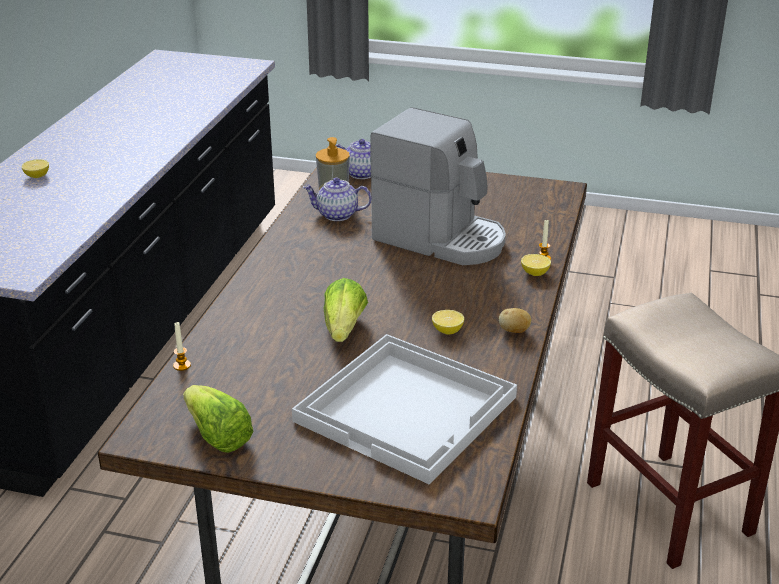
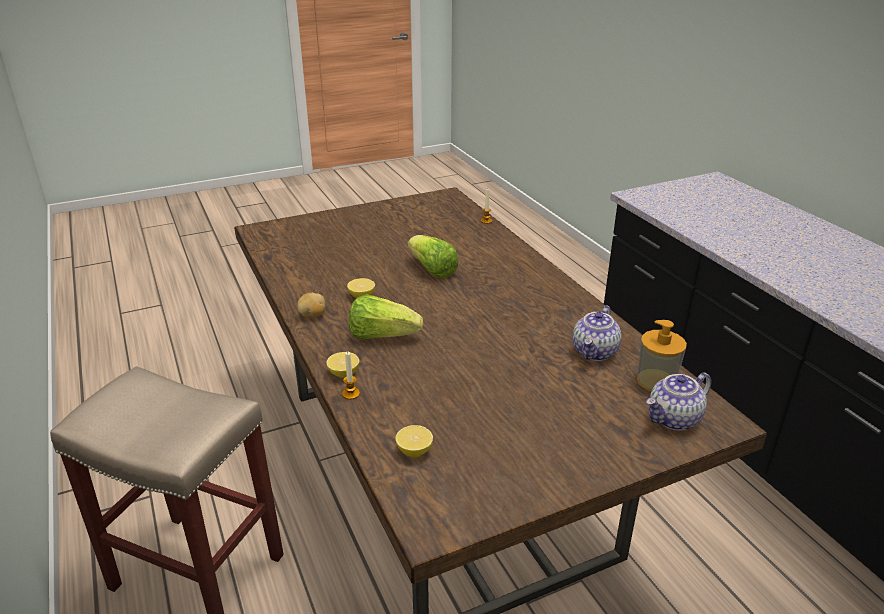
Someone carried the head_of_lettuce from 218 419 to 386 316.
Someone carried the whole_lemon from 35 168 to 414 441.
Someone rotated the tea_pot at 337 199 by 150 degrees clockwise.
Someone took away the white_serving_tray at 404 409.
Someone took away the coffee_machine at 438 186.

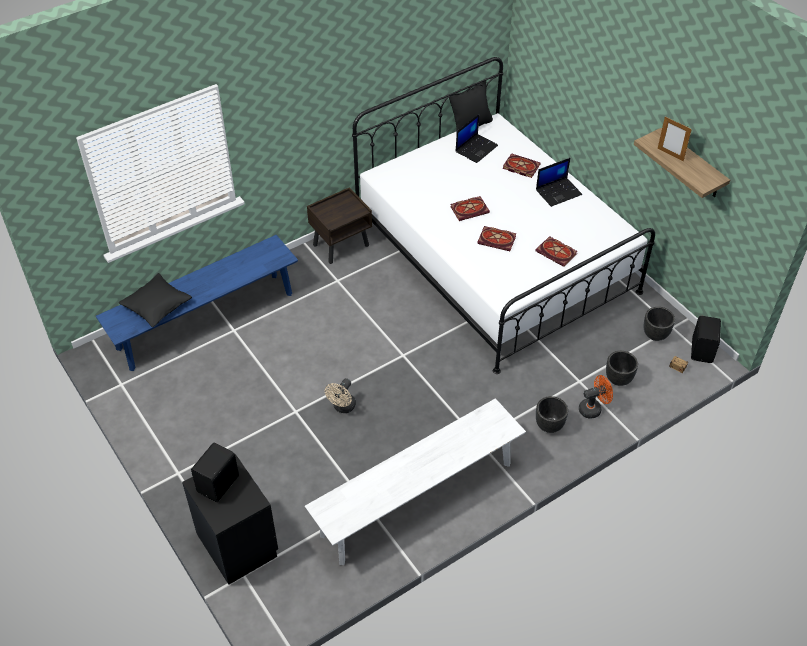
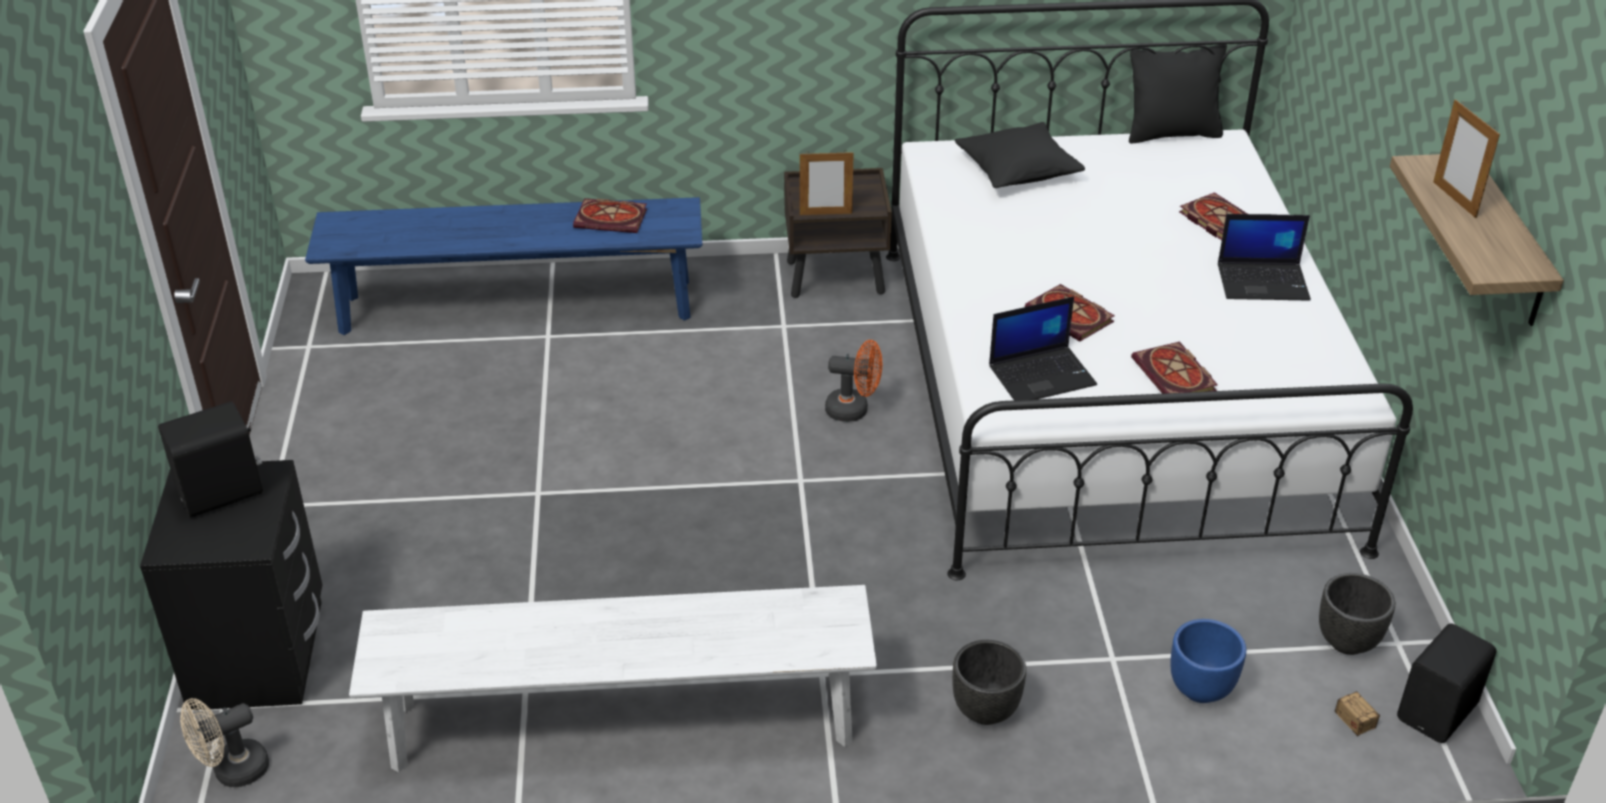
Someone carried the sand-coloured_electric_fan from 340 395 to 224 742.
Someone carried the volume from 470 208 to 610 215.
Someone put down the picture_frame at 827 182.
Someone carried the orangey_electric_fan from 596 397 to 853 381.
Someone carried the black-coloured_pillow from 155 300 to 1020 155.
Someone carried the portable_computer from 477 138 to 1043 348.
Someone repainted the black-coloured_flower_pot at 622 368, which became the blue-coloured_flower_pot at 1208 661.

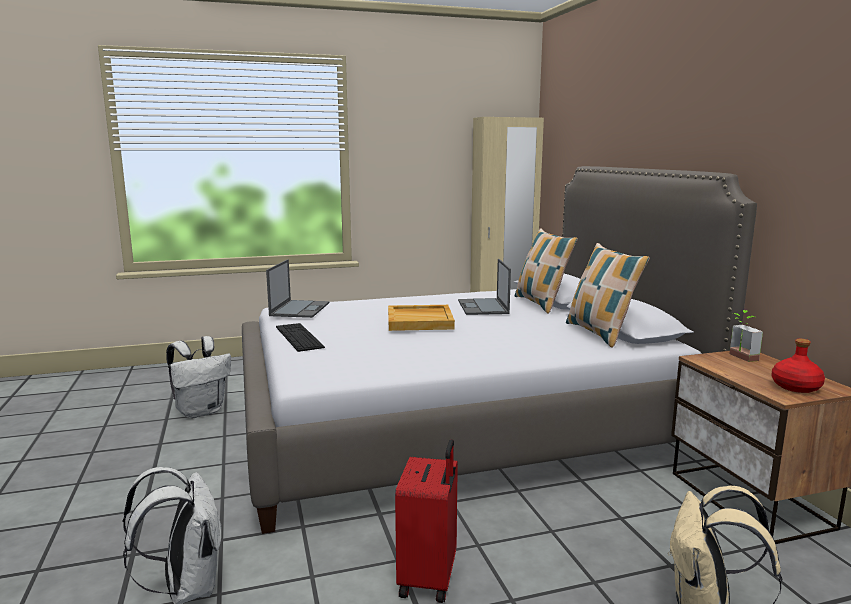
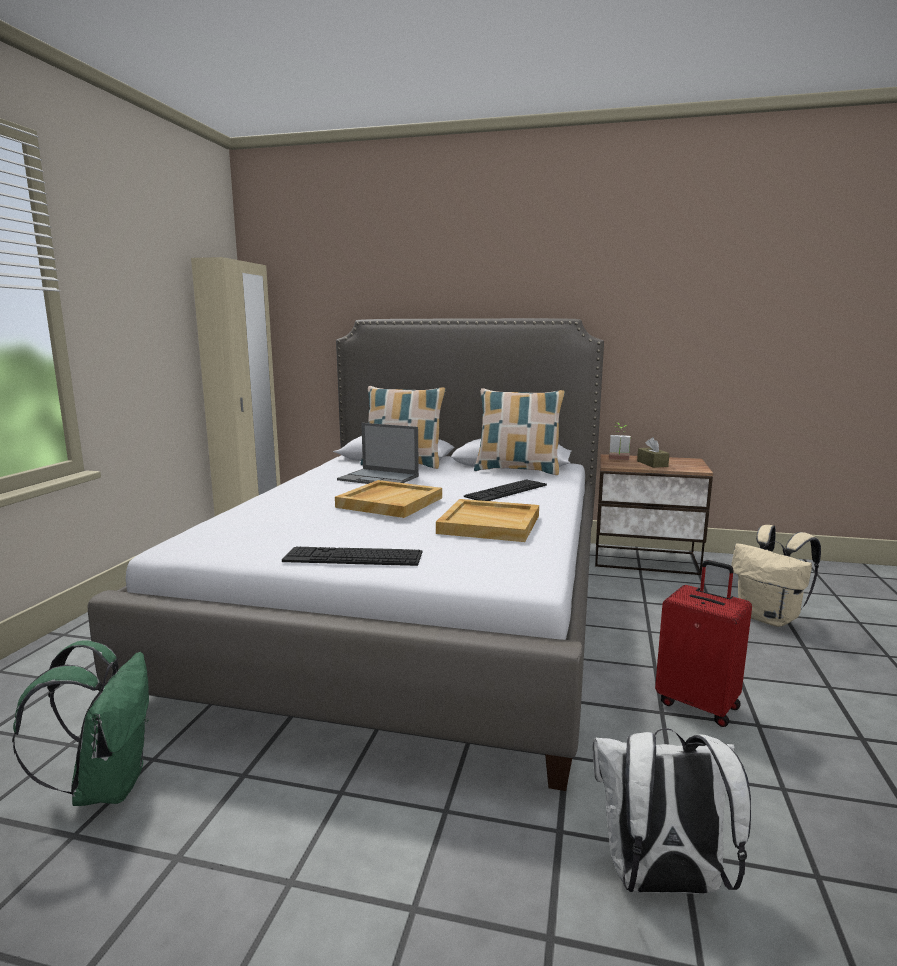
Someone repainted the white_rucksack at 198 377, which became the green_rucksack at 80 723.
Someone put down the sand-coloured_serving_tray at 487 520.
Someone put down the computer_keyboard at 505 490.
Someone put down the brown_tissue_box at 653 452.
Someone took away the portable_computer at 297 288.
Someone took away the reddish_bottle at 798 366.

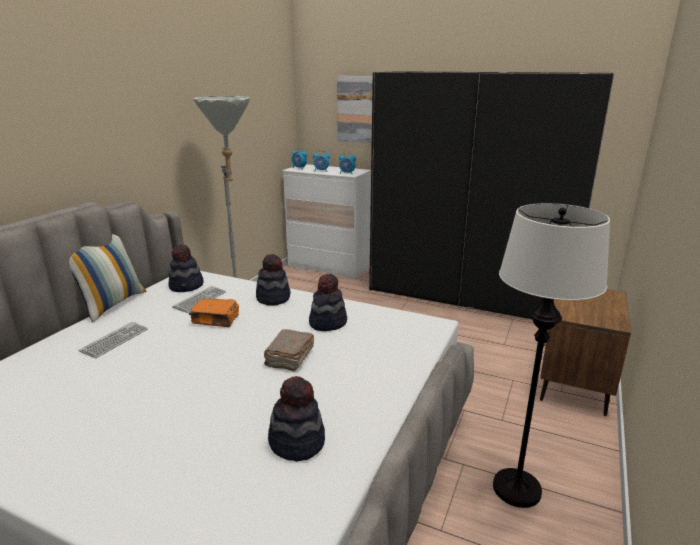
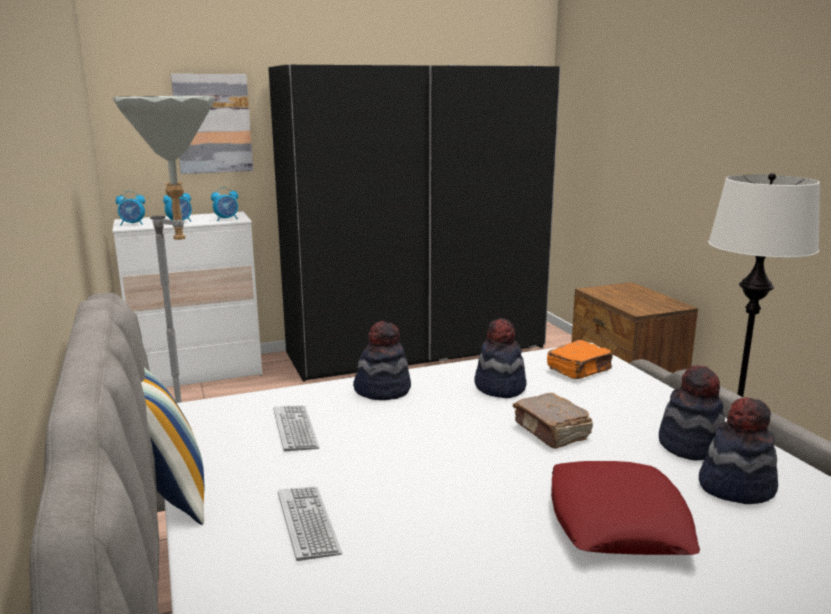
Someone carried the orangey_volume from 214 312 to 580 359.
Someone put down the reddish_pillow at 625 508.
Someone carried the wearable_hat from 186 268 to 692 413.

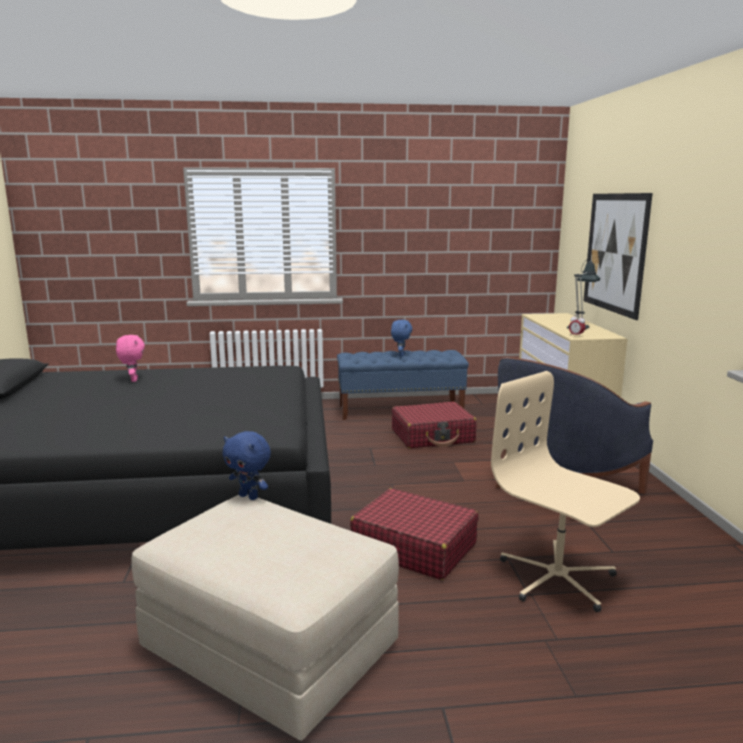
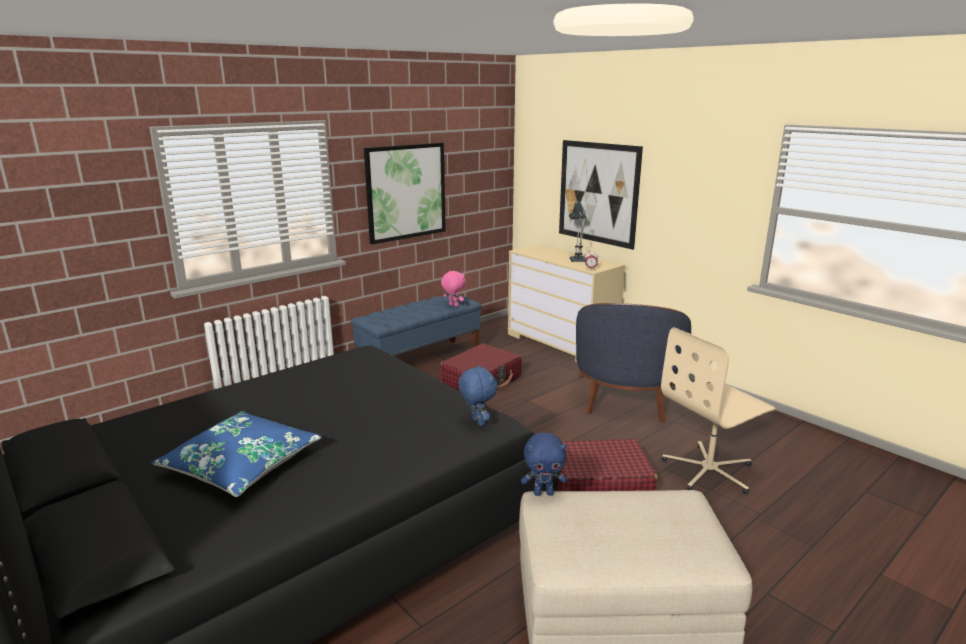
Someone put down the blue-coloured_pillow at 237 454.
Someone put up the wall_art at 405 193.
Someone carried the pinkish_plush_toy from 130 358 to 453 289.
Someone carried the blue-coloured_plush_toy from 402 338 to 477 395.
Someone rotated the sand-coloured_office_chair at 565 491 by 45 degrees counterclockwise.

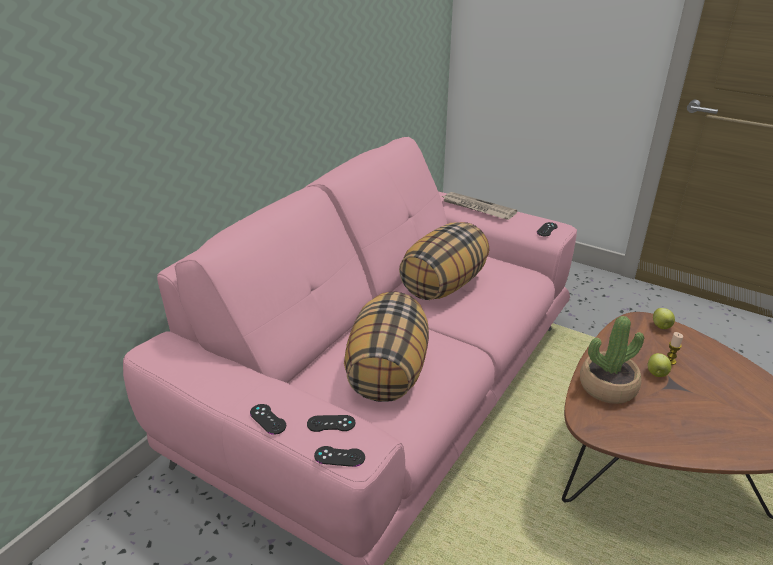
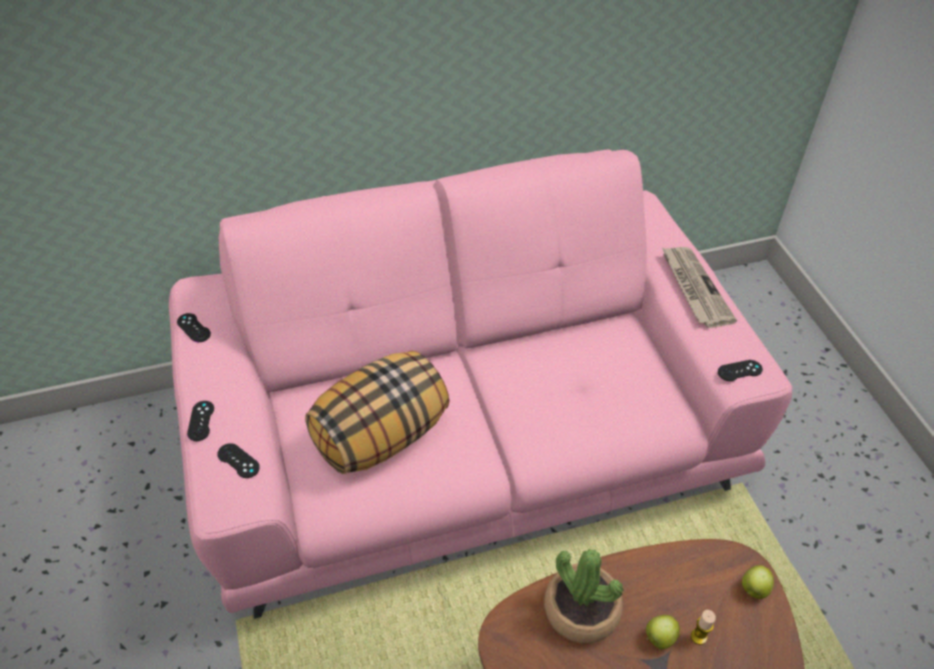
Someone carried the black-coloured_game_controller from 339 456 to 194 327.
Someone took away the pillow at 444 261.

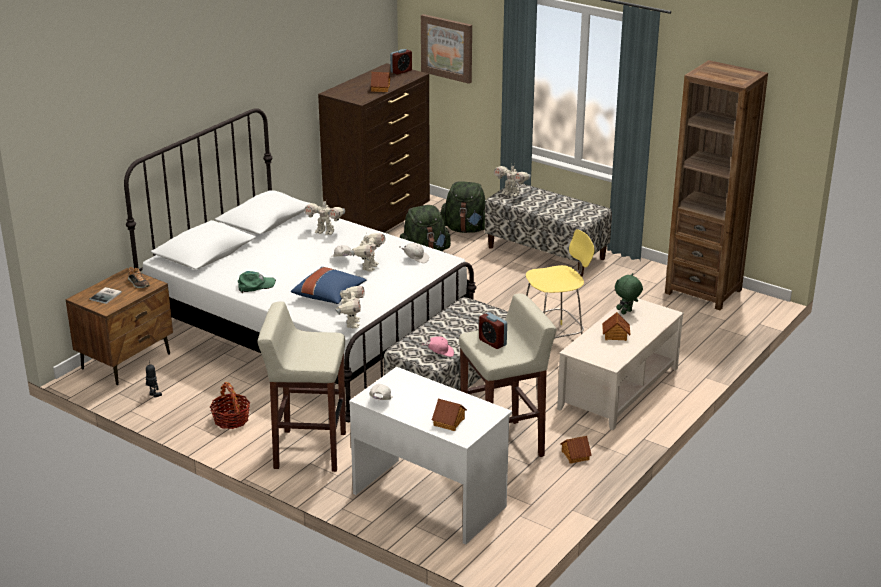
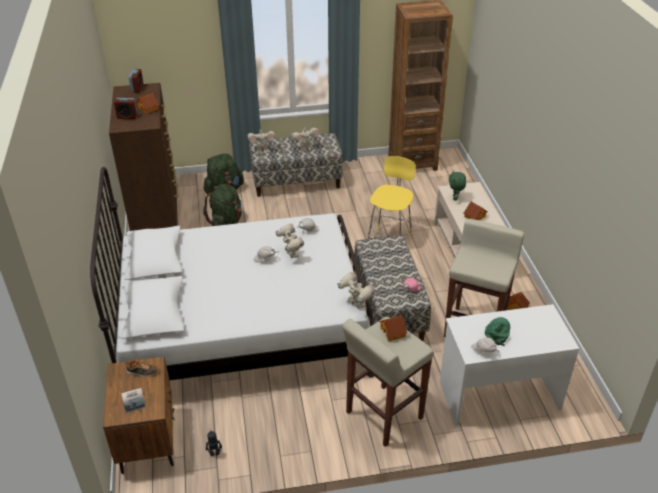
Someone carried the table_clock from 493 330 to 126 108.
Someone carried the robot_figure from 324 216 to 305 138.
Someone carried the model_house from 449 415 to 393 328.
Someone carried the green_cap from 256 282 to 497 331.
Someone took away the basket at 230 405.
Someone took away the blue-coloured_pillow at 328 285.
Someone took away the wall_art at 446 49.

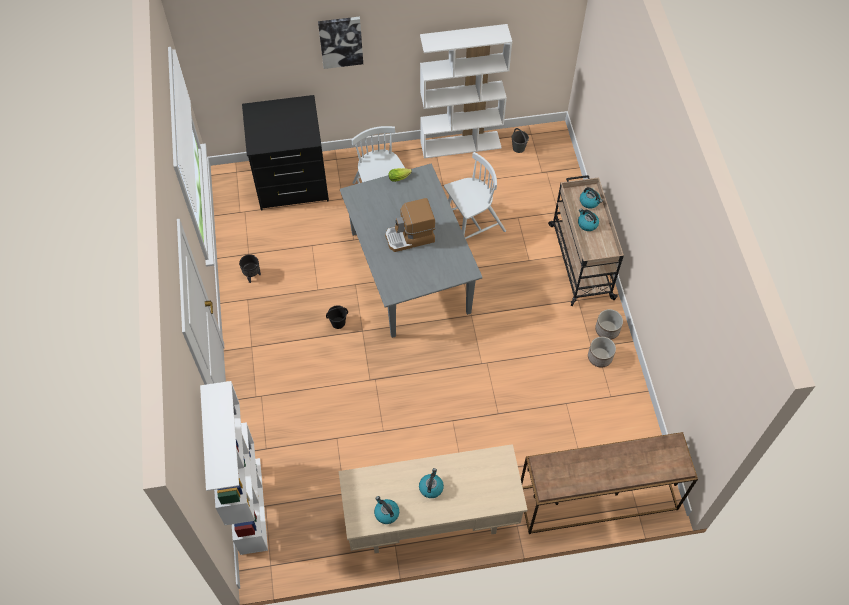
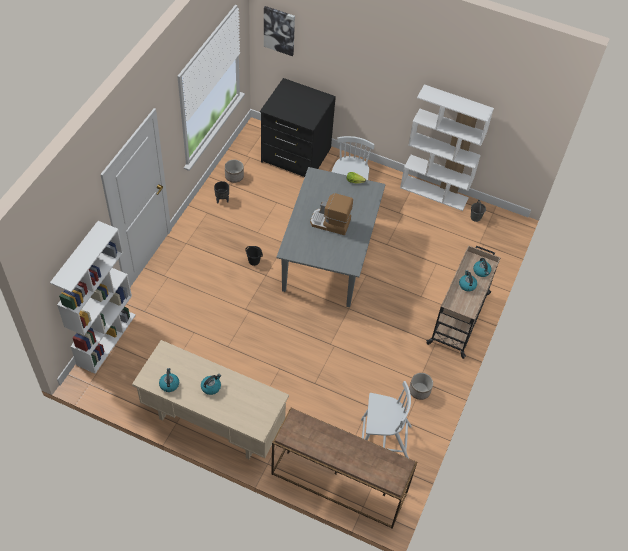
Someone carried the flower_pot from 609 324 to 234 171.
Someone carried the wall_art from 340 43 to 279 31.
Someone carried the white_plain_chair from 475 195 to 386 419.

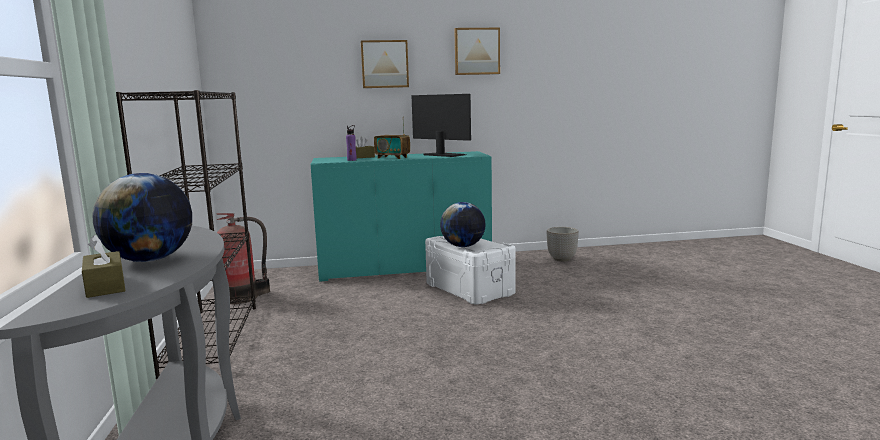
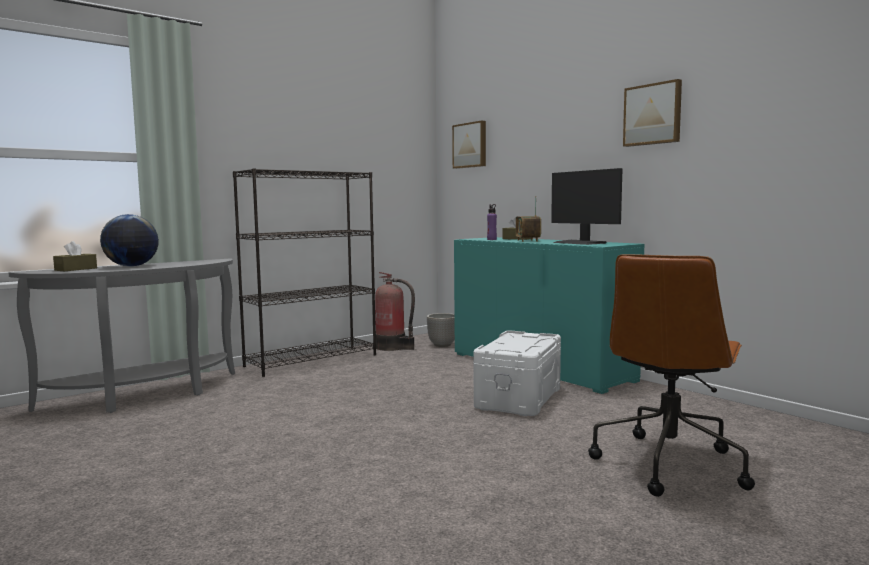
Someone carried the flower_pot from 563 244 to 441 330.
Someone carried the wall_art from 385 64 to 469 145.
Someone rotated the computer_screen at 441 125 by 135 degrees clockwise.
Someone put down the brown_office_chair at 671 375.
Someone took away the globe at 463 224.

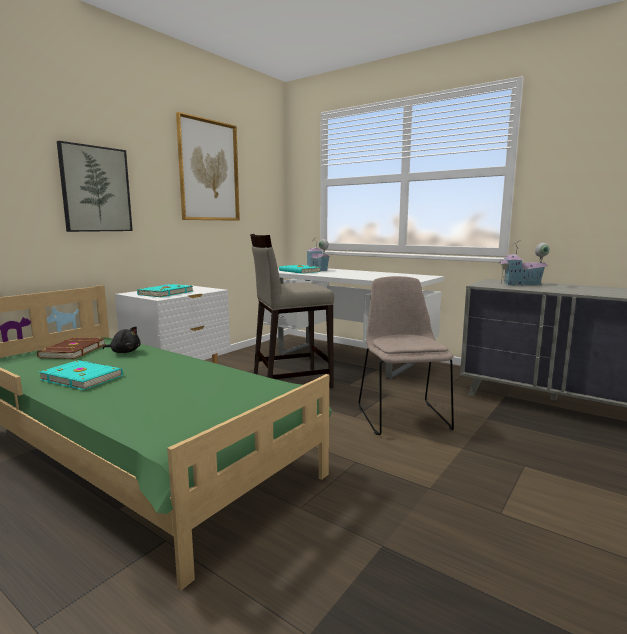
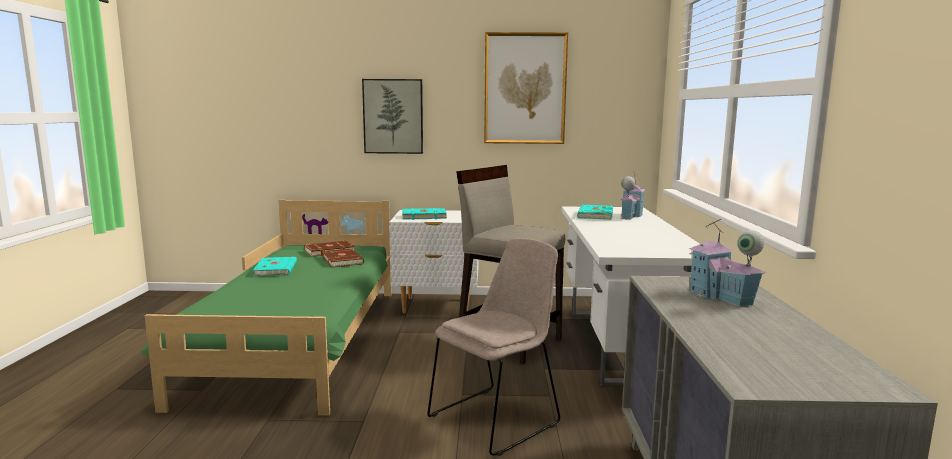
Someone swapped the black-coloured_plush_toy at 122 340 for the brown_volume at 343 257.

